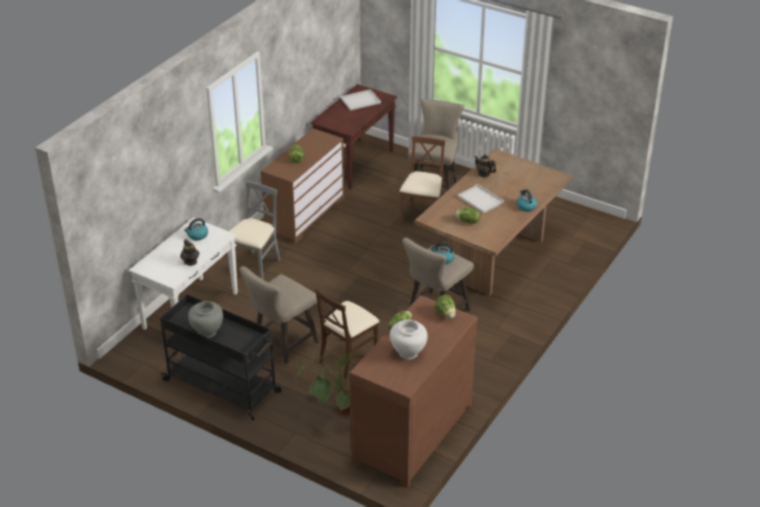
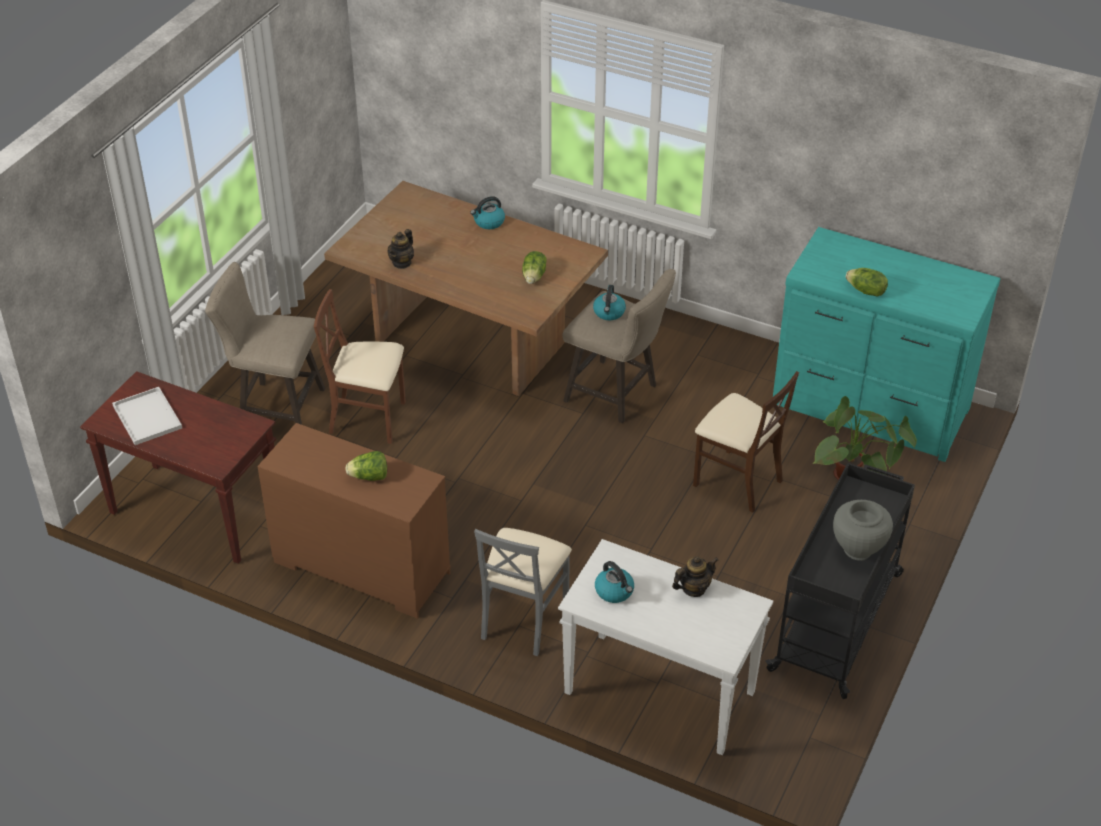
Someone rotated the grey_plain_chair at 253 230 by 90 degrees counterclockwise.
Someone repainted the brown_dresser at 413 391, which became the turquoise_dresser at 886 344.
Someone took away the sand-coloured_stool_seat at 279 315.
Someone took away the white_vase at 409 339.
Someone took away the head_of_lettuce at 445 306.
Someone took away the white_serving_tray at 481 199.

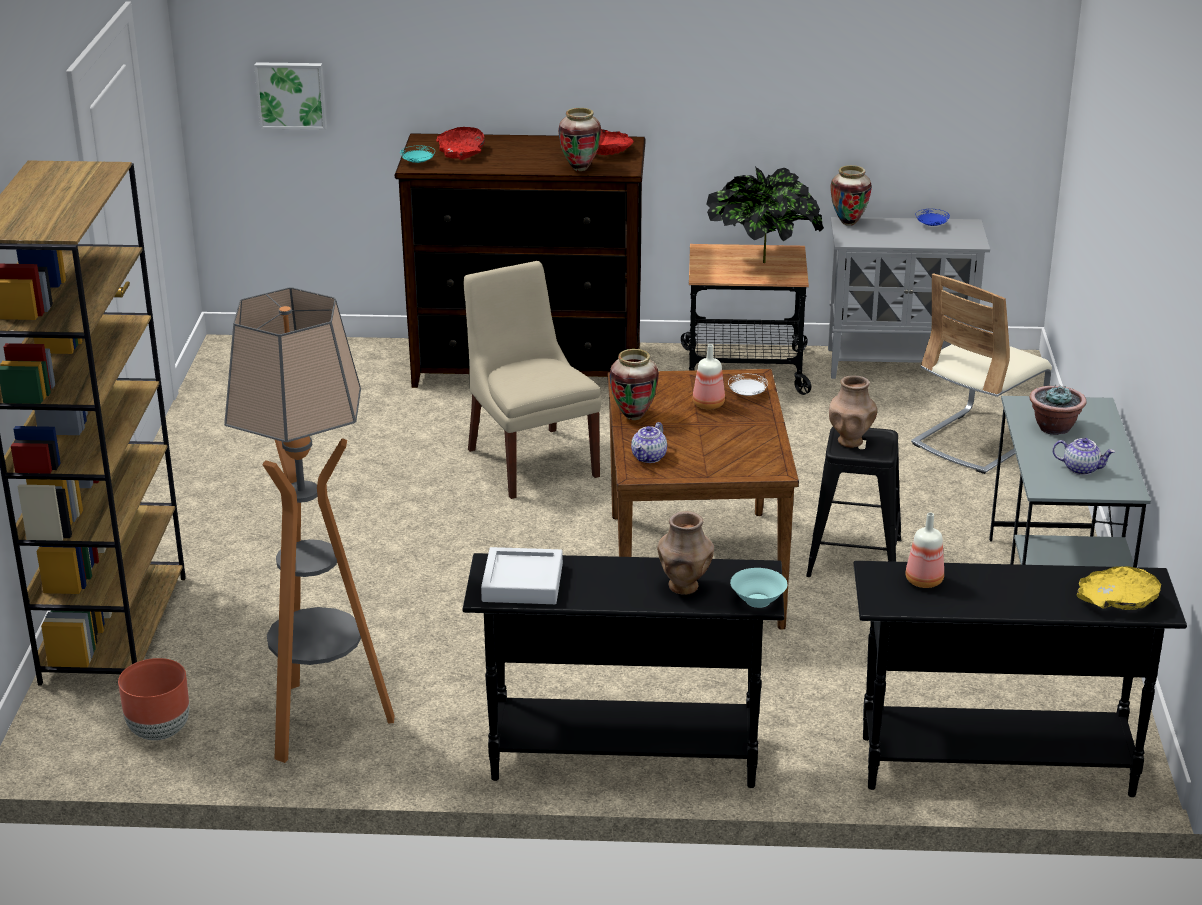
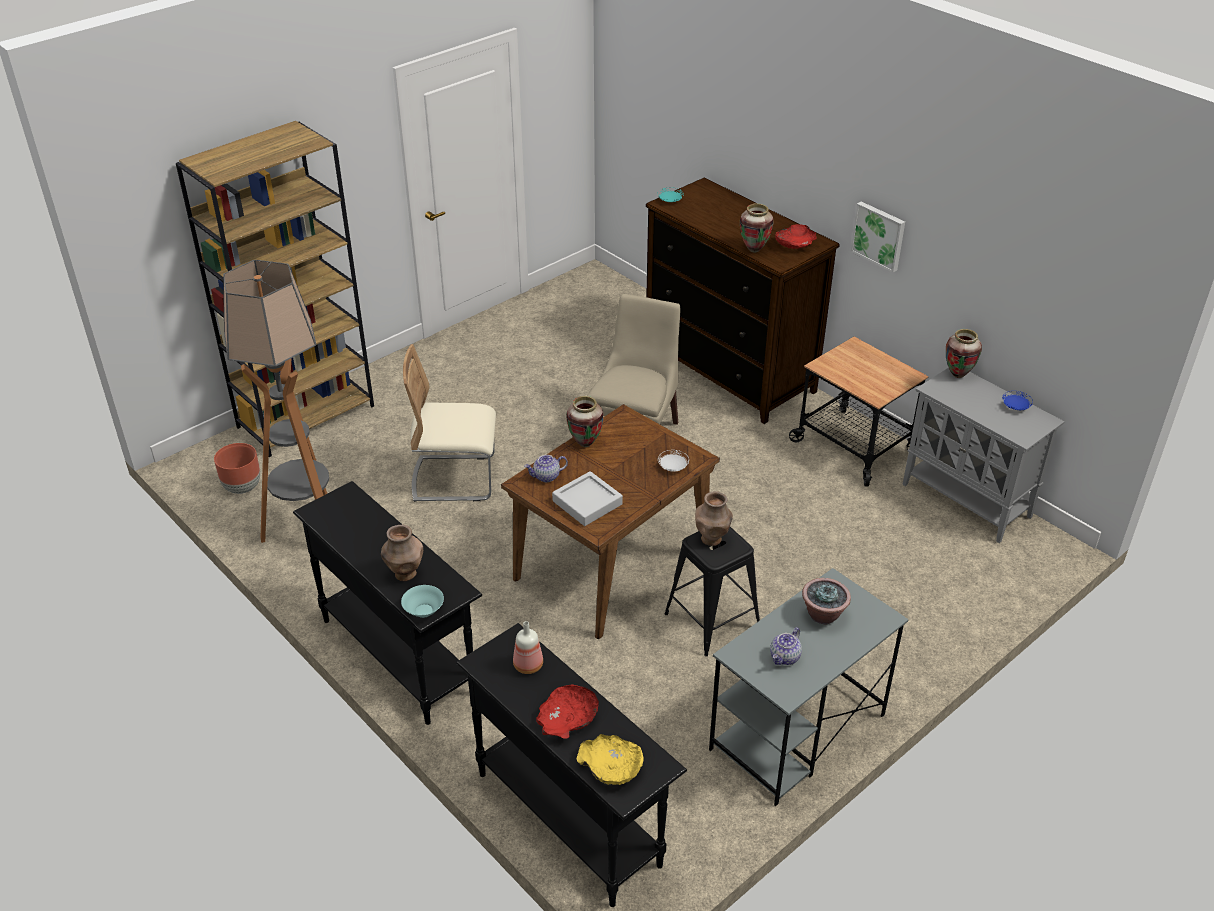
Someone carried the sand-coloured_plain_chair from 981 373 to 449 423.
Someone carried the reddish_serving_bowl from 460 143 to 567 711.
Someone carried the grey_serving_tray from 522 575 to 587 498.
Someone rotated the tea_pot at 1084 456 by 60 degrees clockwise.
Someone carried the wall_art from 290 96 to 877 237.
Someone took away the bottle at 709 376.
Someone took away the houseplant at 765 214.

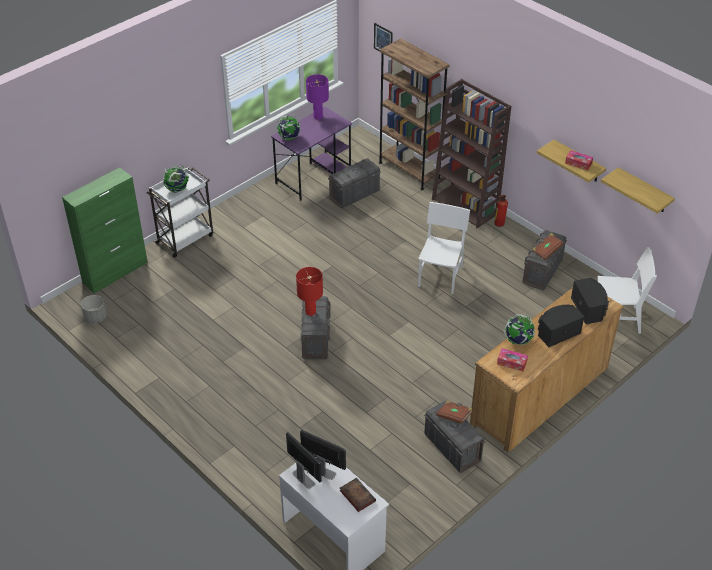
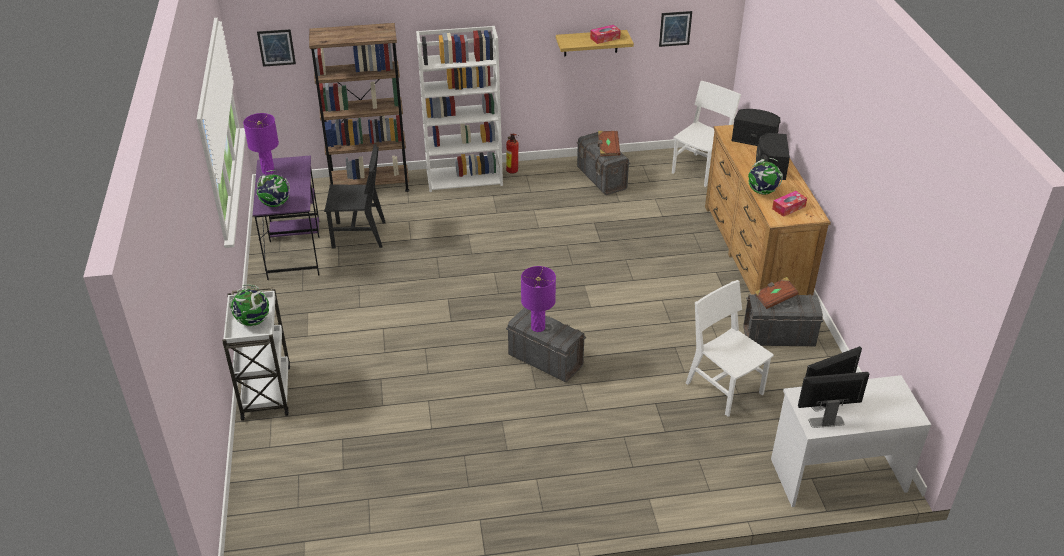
Someone swapped the grey_storage_container at 354 183 for the black-coloured_plain_chair at 355 196.
Someone repainted the brown_bookshelf at 471 153, which became the white_bookshelf at 459 109.
Someone repainted the reddish_table_lamp at 309 291, which became the purple_table_lamp at 538 299.
Someone swapped the shelf at 638 190 for the wall_art at 675 29.
Someone carried the white_plain_chair from 444 248 to 730 348.
Someone took away the green_storage_cabinet at 105 230.
Someone took away the grey_flower_pot at 93 309.
Someone took away the volume at 358 495.

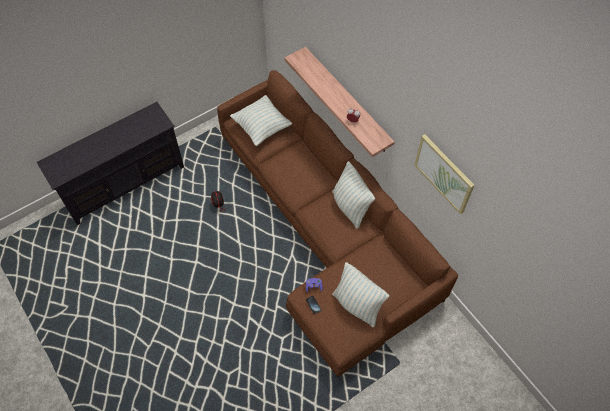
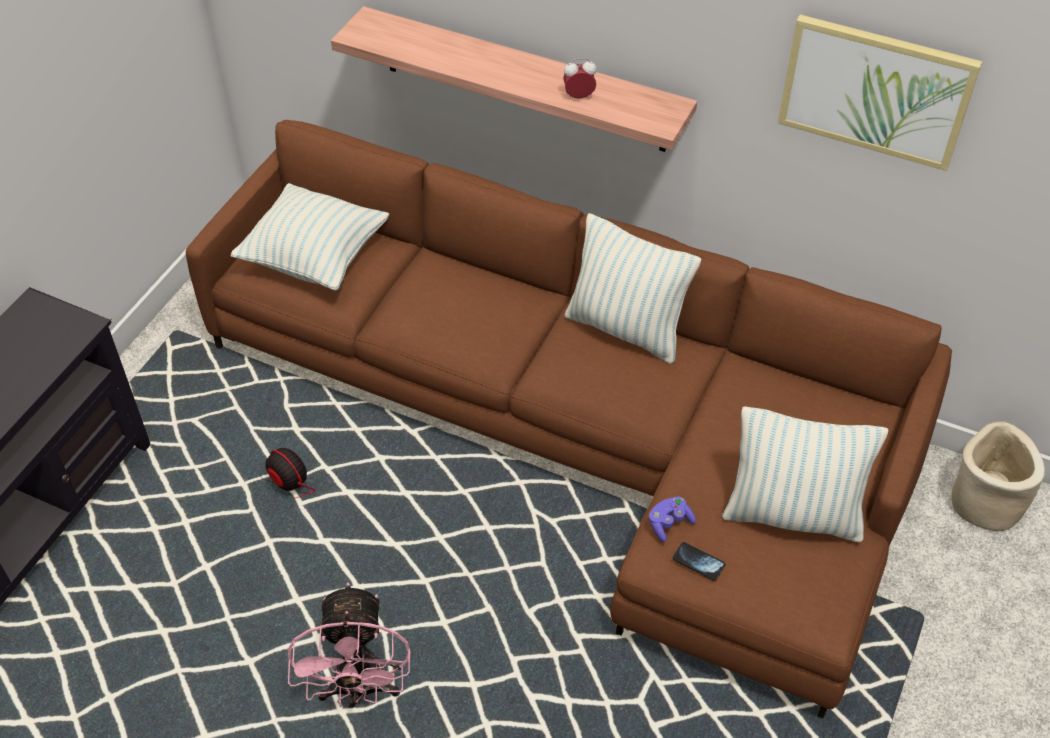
Someone put down the pinkish_electric_fan at 349 645.
Someone put down the sand-coloured_flower_pot at 998 476.

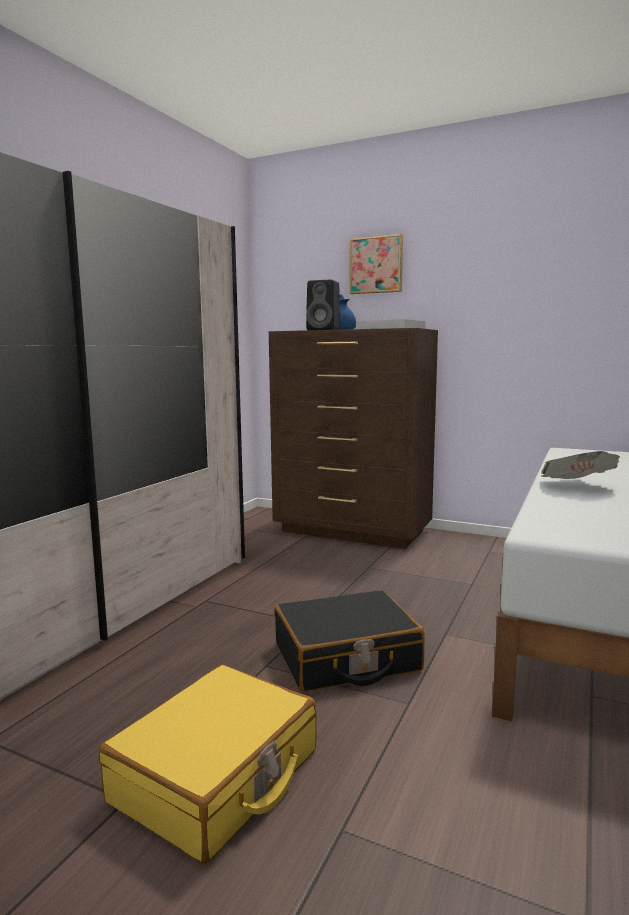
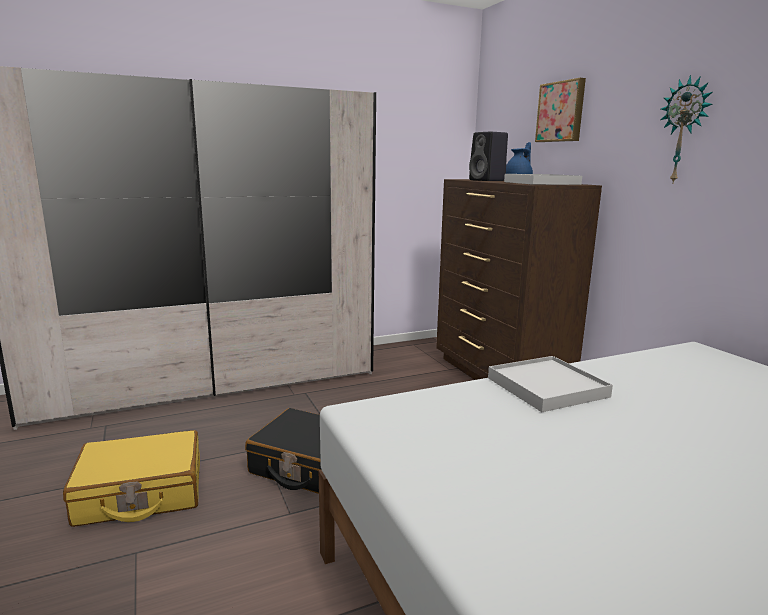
Someone swapped the printed_paper at 580 465 for the white_serving_tray at 550 384.
Someone put up the wall_clock at 687 129.

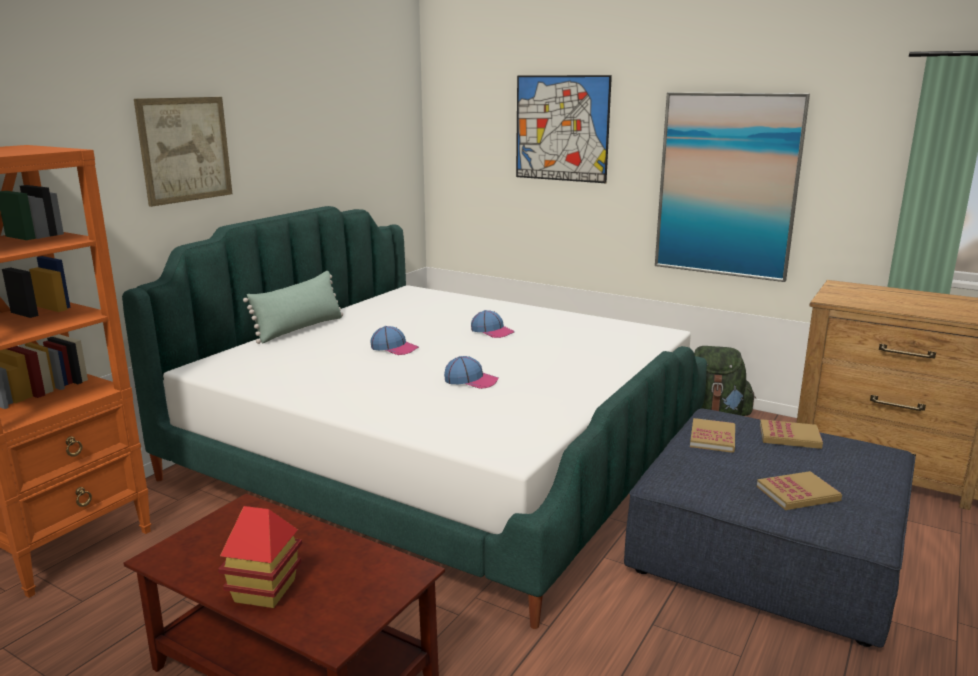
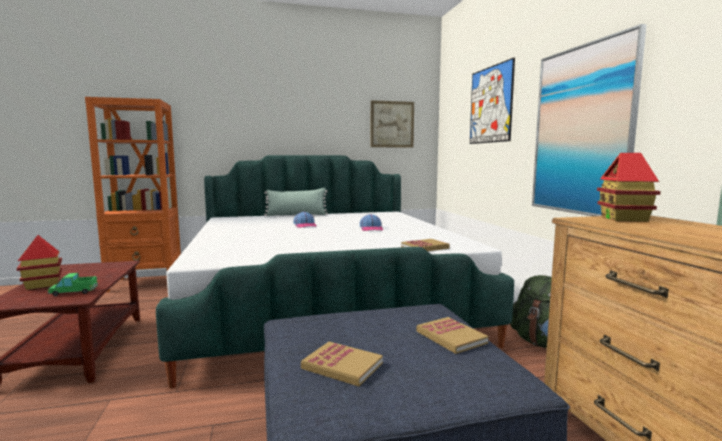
Someone put down the toy_lorry at 72 284.
Someone carried the wall_art from 183 152 to 392 124.
Someone carried the volume from 712 435 to 425 245.
Someone put down the model_house at 629 187.
Someone took away the cap at 471 372.

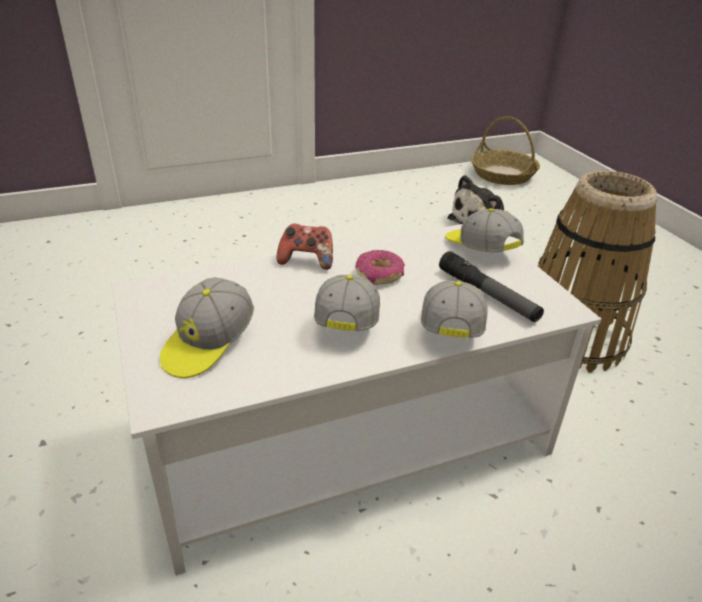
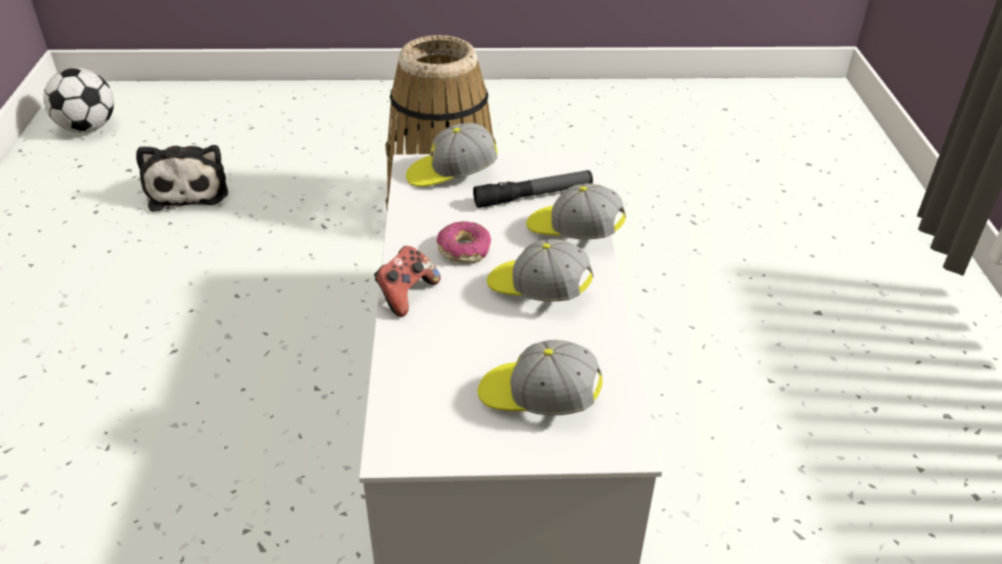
Someone swapped the basket at 505 150 for the football at 78 100.
Someone rotated the cap at 207 327 by 150 degrees clockwise.

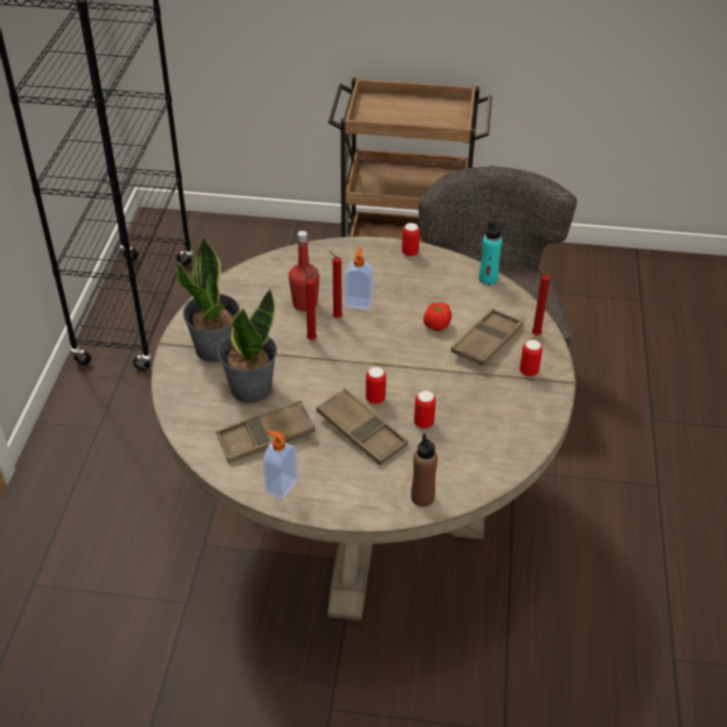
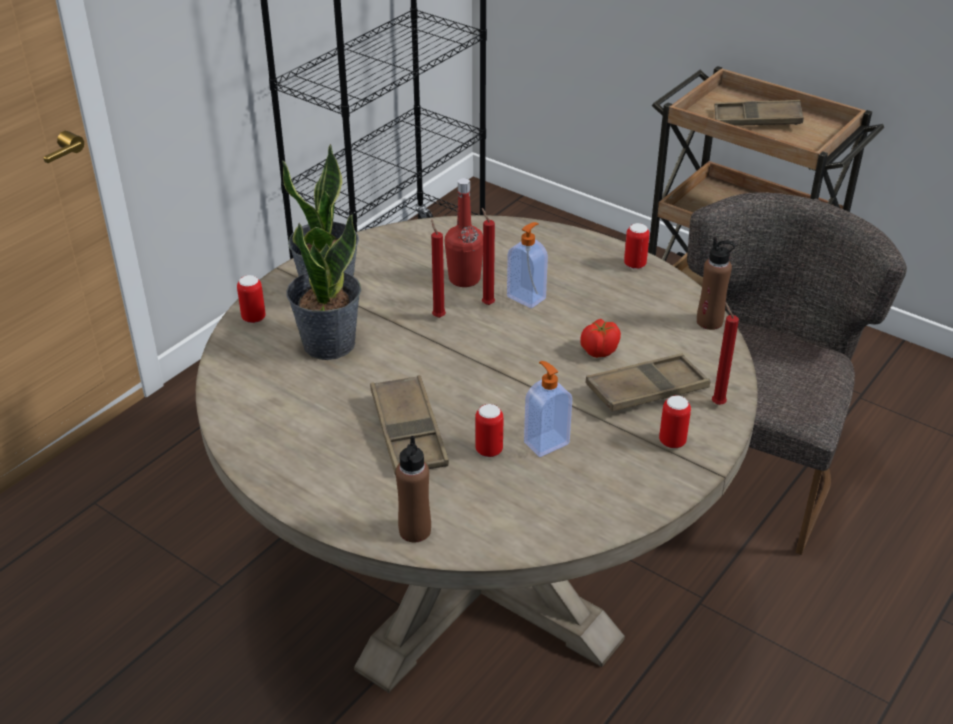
Someone carried the sealed_can from 376 385 to 251 299.
Someone carried the soap_dispenser from 280 465 to 548 409.
Someone repainted the turquoise_bottle at 492 253, which became the brown_bottle at 716 283.
Someone carried the brown_serving_tray from 265 431 to 759 113.

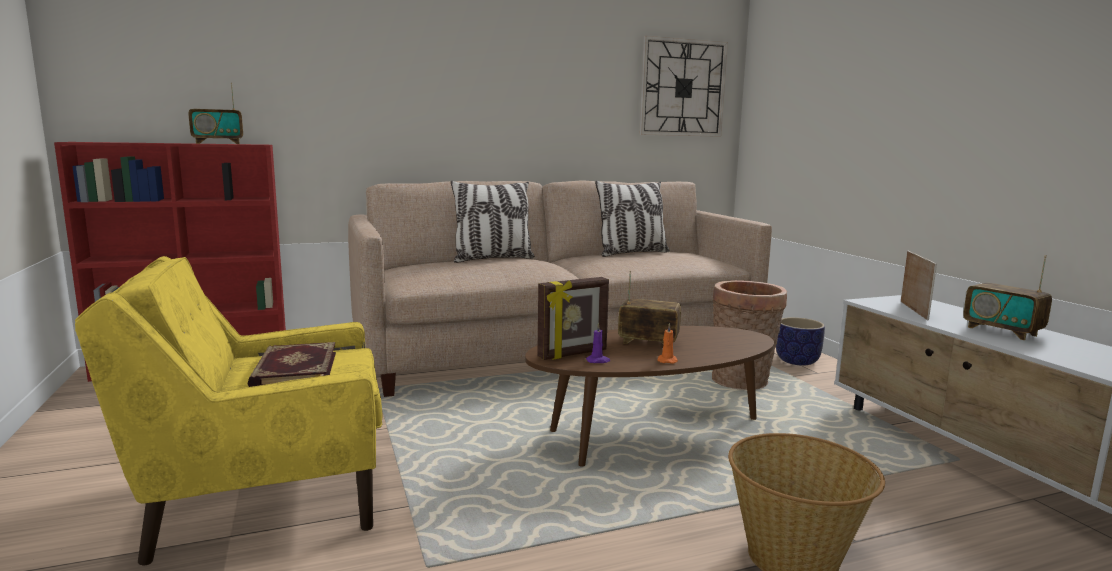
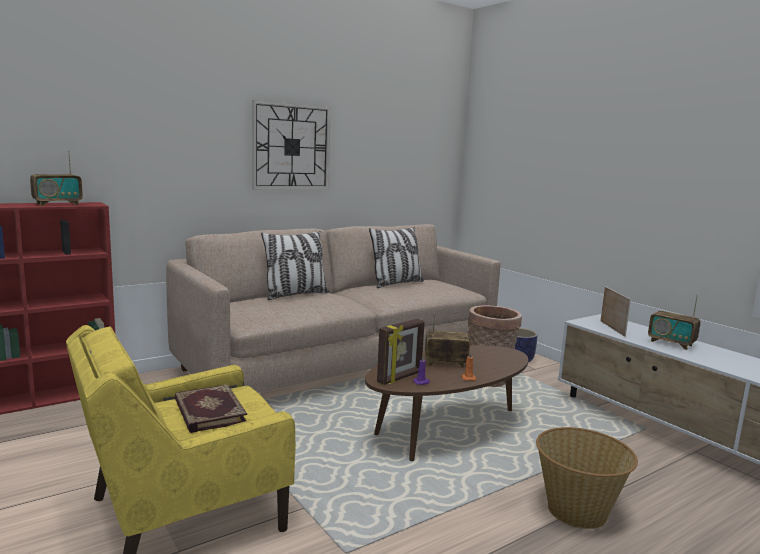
Someone carried the wall_clock from 683 86 to 291 145.

